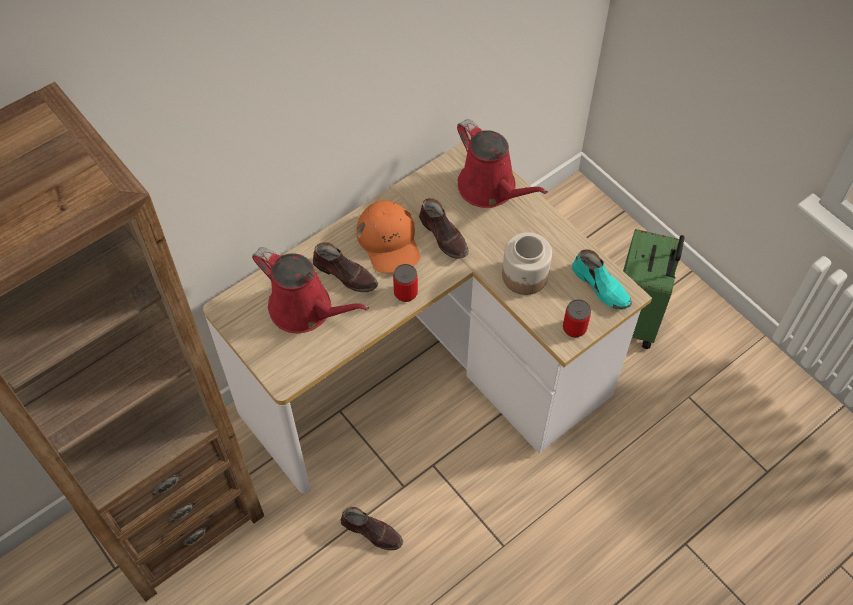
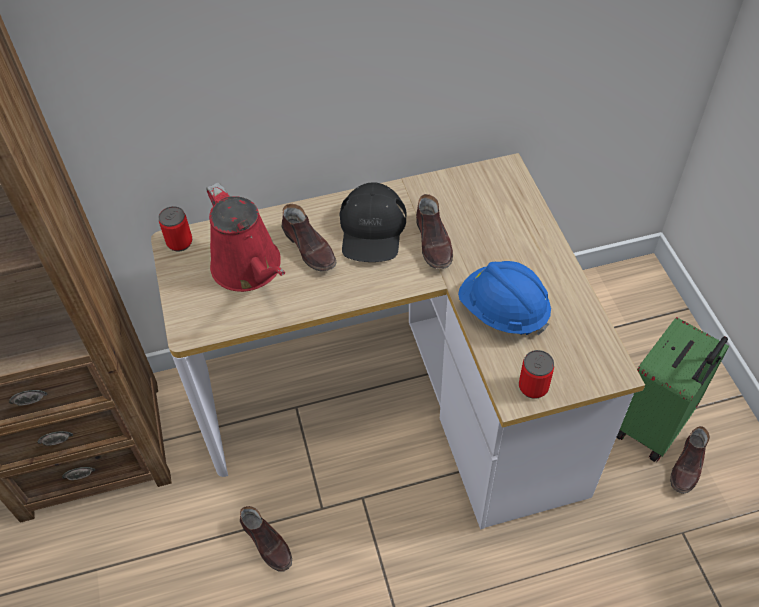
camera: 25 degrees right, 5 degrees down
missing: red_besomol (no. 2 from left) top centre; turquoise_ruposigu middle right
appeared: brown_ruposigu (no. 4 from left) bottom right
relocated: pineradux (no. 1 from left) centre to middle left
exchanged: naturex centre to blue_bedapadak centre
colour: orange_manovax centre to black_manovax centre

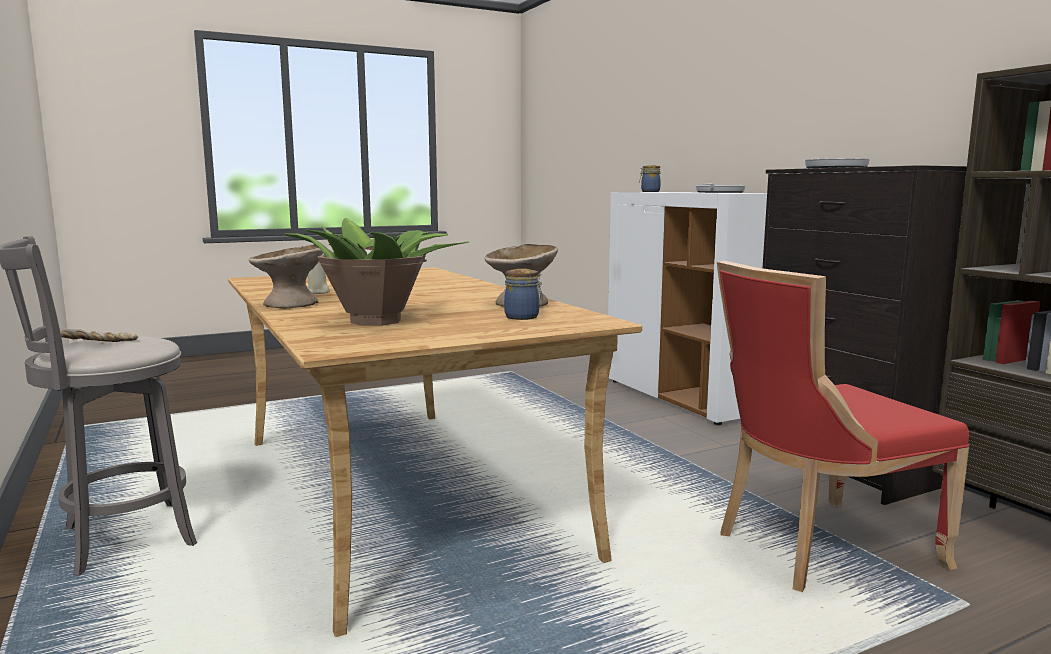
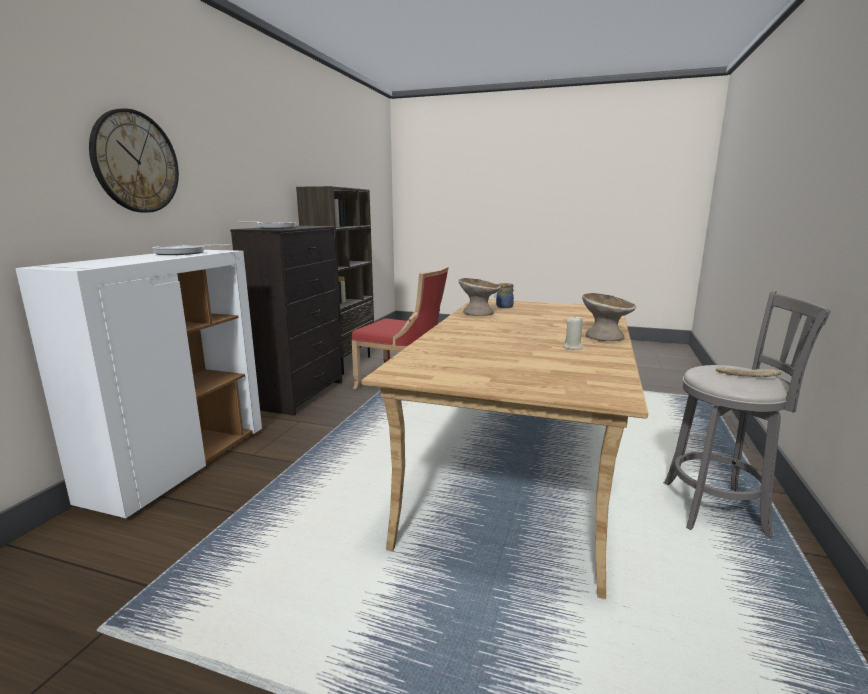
camera: 135 degrees left, 5 degrees up
missing: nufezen centre; naturex (no. 2 from left) top centre
appeared: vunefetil top left

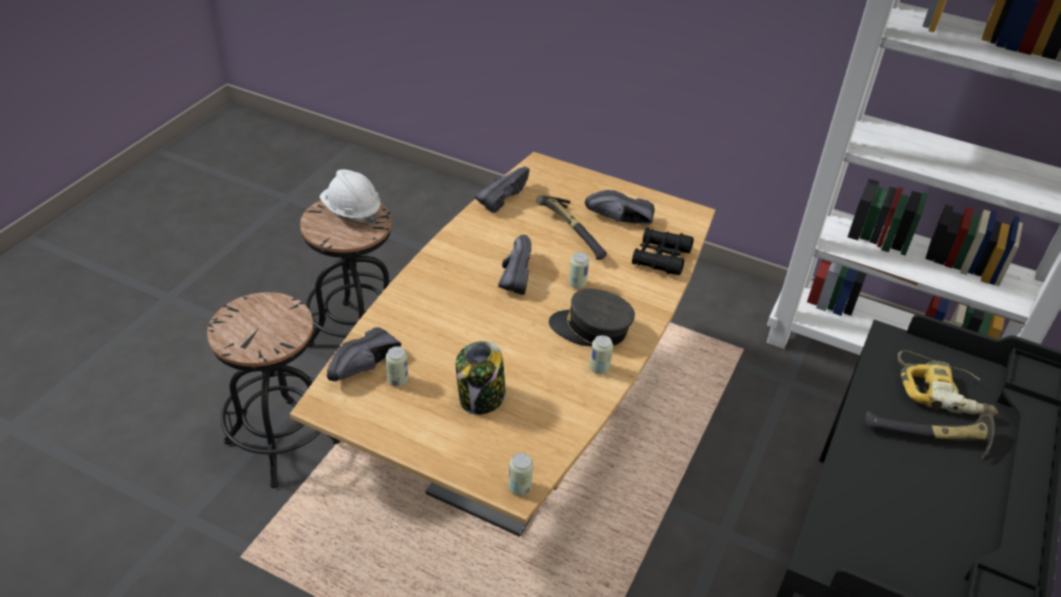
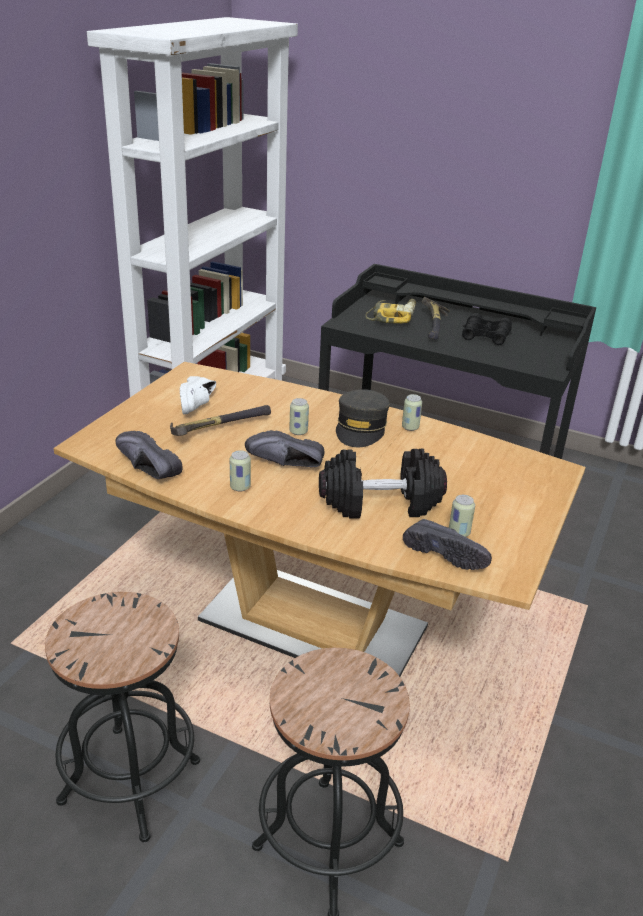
camera: 90 degrees left, 10 degrees down
missing: white_bedapadak top left; naturex centre
appeared: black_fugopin centre
relocated: pineradux (no. 2 from left in the first image) bottom centre to pineradux (no. 1 from left) centre; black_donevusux centre to middle right
colour: black_ruposigu (no. 4 from left) centre to white_ruposigu middle left

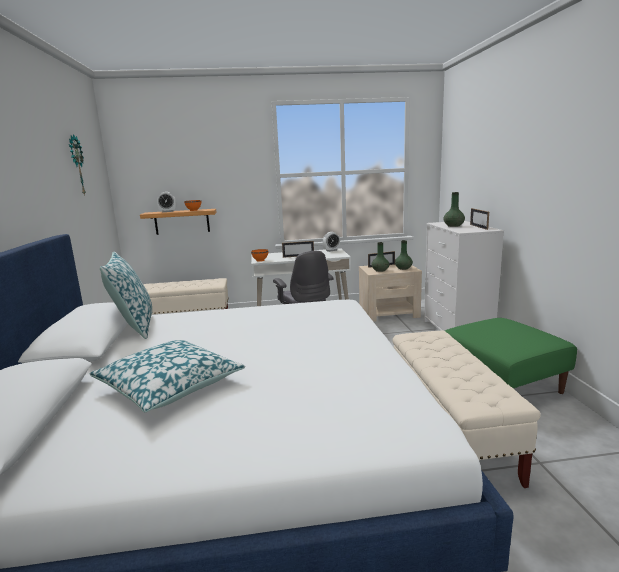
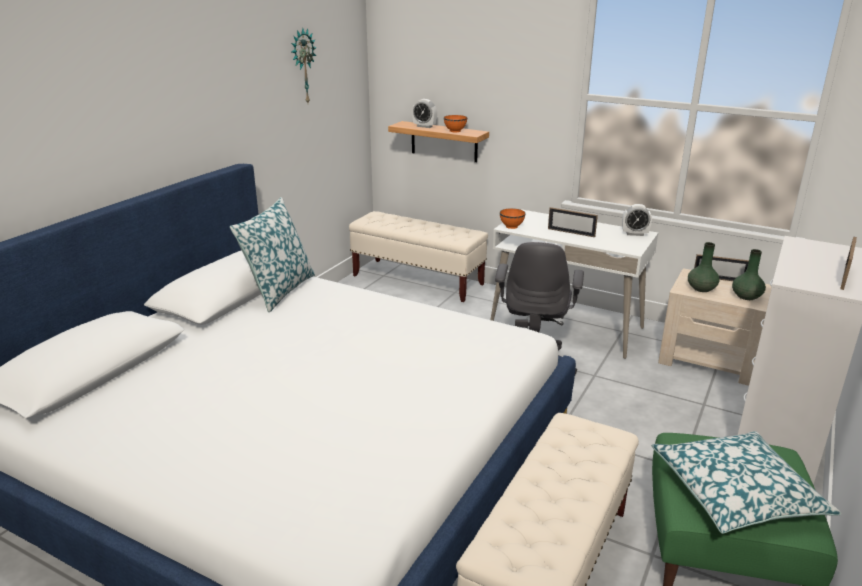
camera: 35 degrees right, 10 degrees up
missing: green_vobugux (no. 3 from left) middle right
relocated: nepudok (no. 2 from left) middle left to bottom right

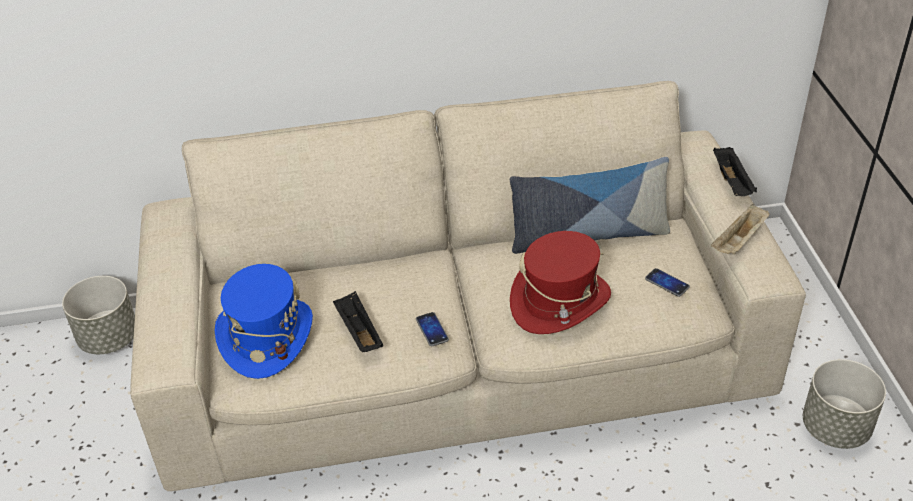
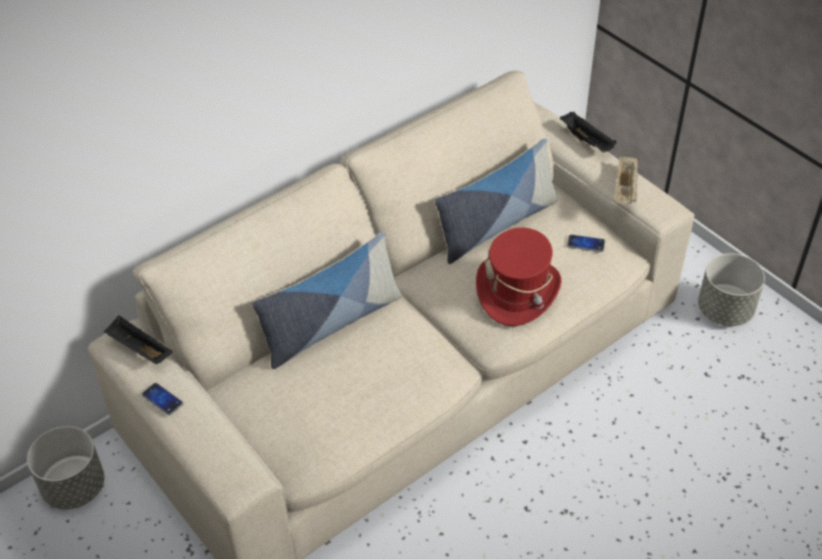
camera: 30 degrees left, 5 degrees up
missing: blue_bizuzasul middle left
appeared: nepudok (no. 1 from left) centre
relocated: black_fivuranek (no. 1 from left) centre to middle left; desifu (no. 1 from left) centre to bottom left

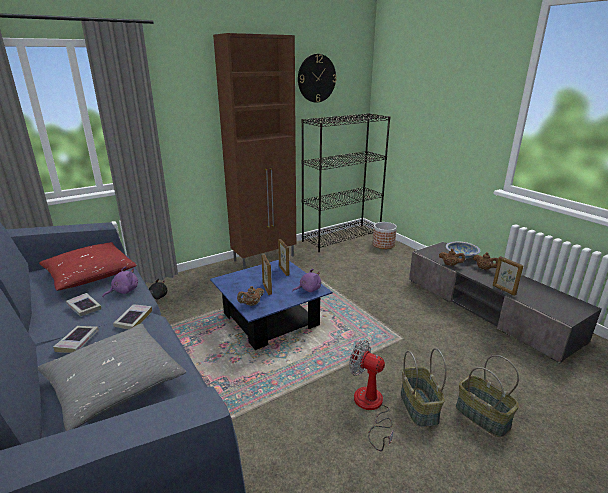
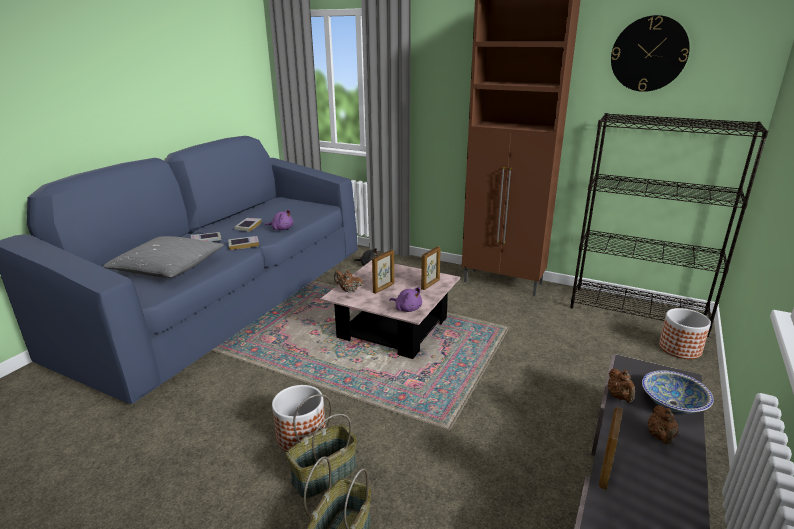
camera: 60 degrees right, 0 degrees up
missing: red_nepudok middle left
exchanged: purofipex bottom centre to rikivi (no. 1 from left) bottom centre
colour: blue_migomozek centre to pink_migomozek centre

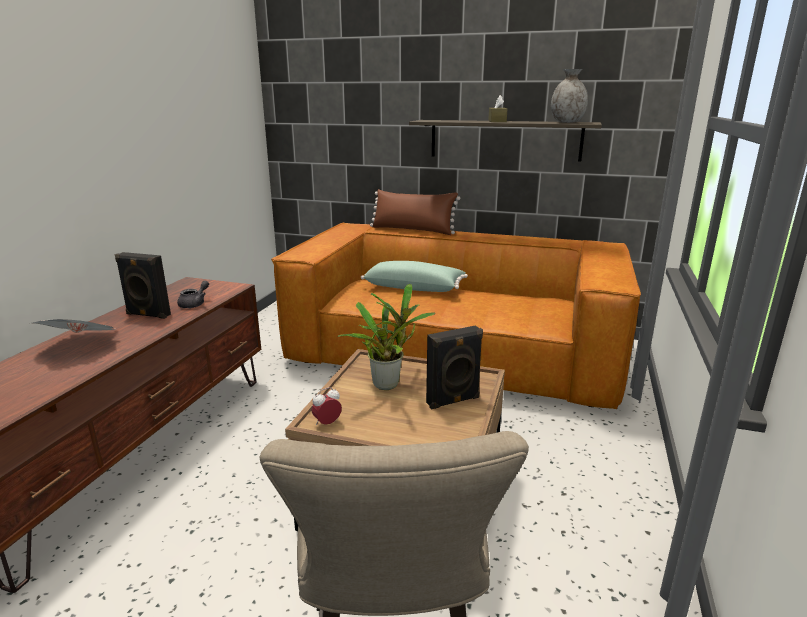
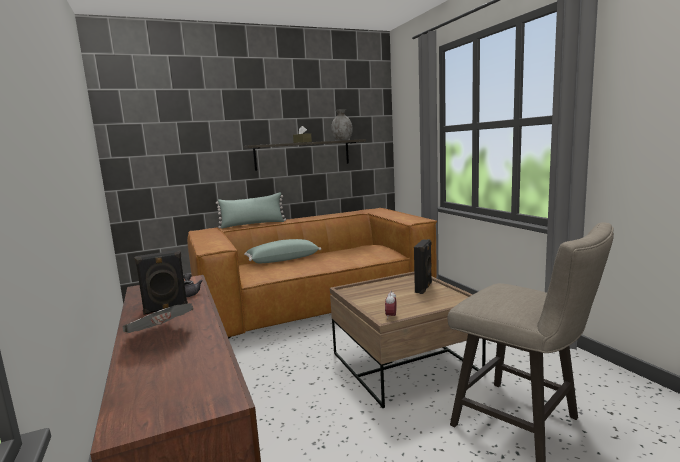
camera: 40 degrees left, 10 degrees down
missing: nufezen centre
colour: brown_nepudok centre to green_nepudok (no. 1 from left) centre

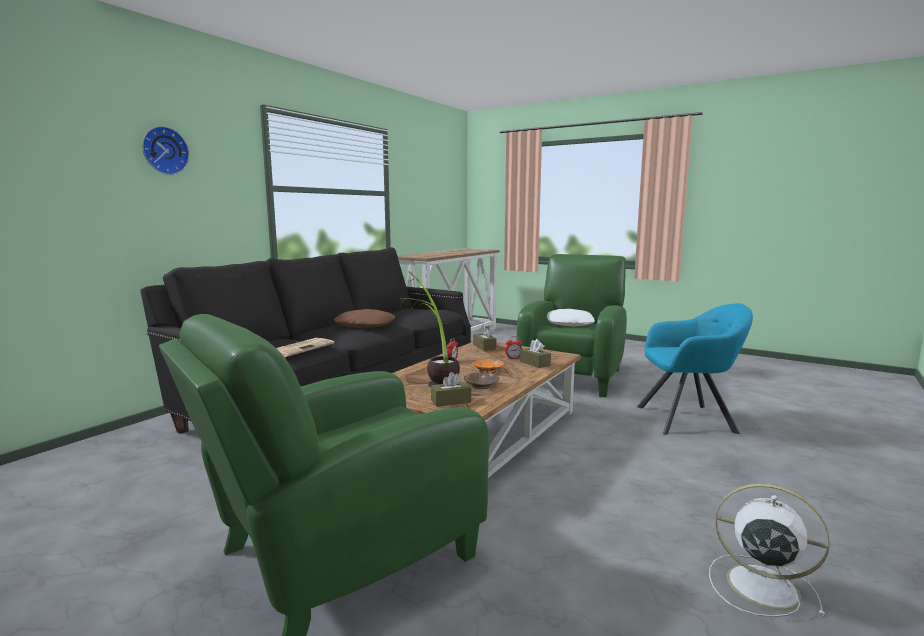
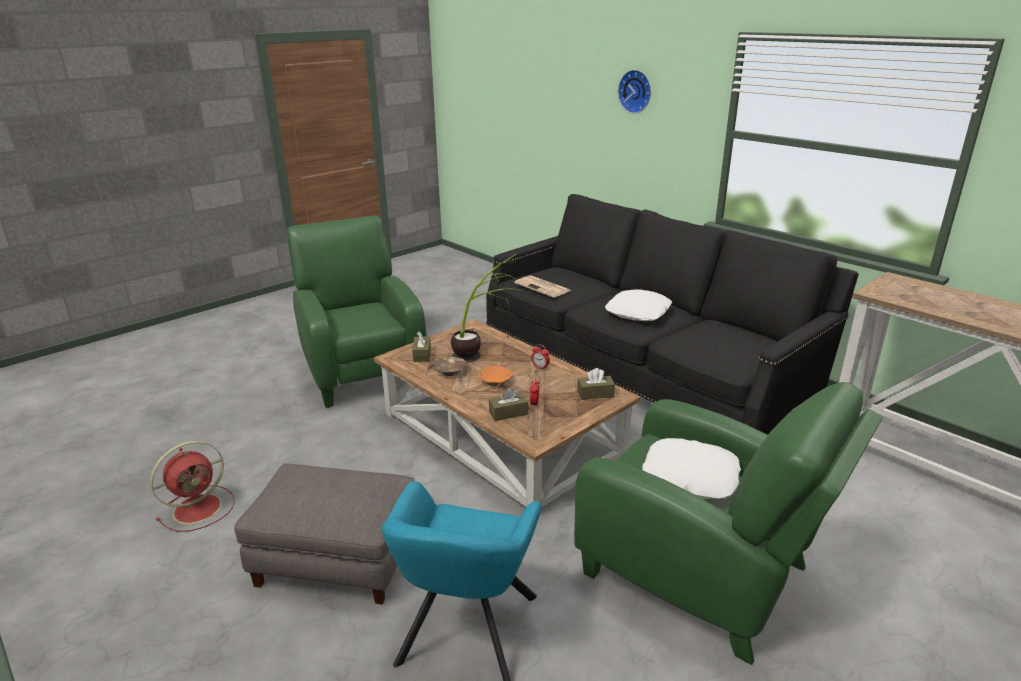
camera: 105 degrees right, 15 degrees up
appeared: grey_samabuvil bottom left
colour: white_purofipex bottom right to red_purofipex bottom left; brown_nepudok centre to white_nepudok (no. 1 from left) centre

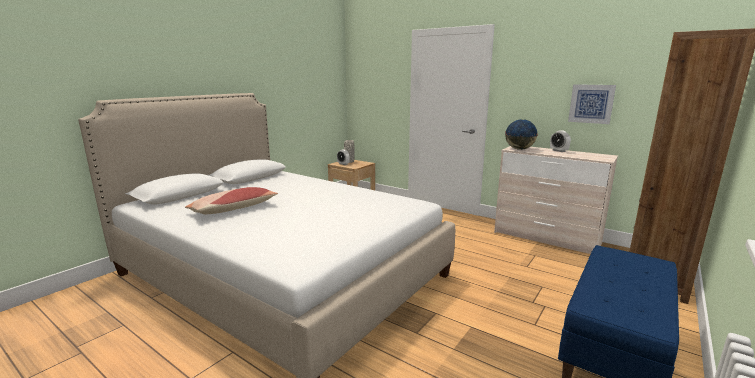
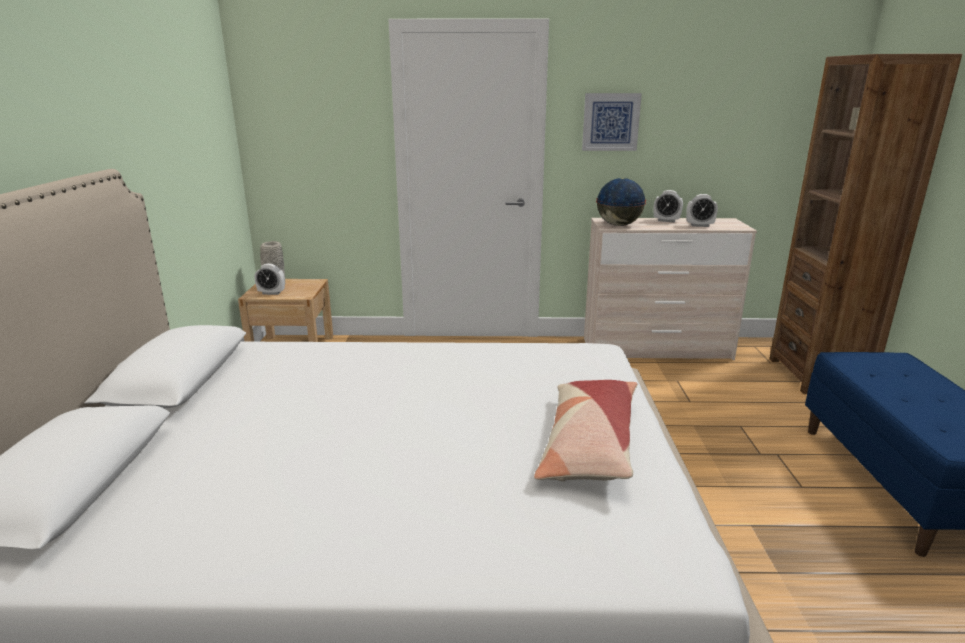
camera: 35 degrees left, 5 degrees up
appeared: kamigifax (no. 3 from left) top right
relocated: nepudok middle left to bottom centre; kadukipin top right to top centre

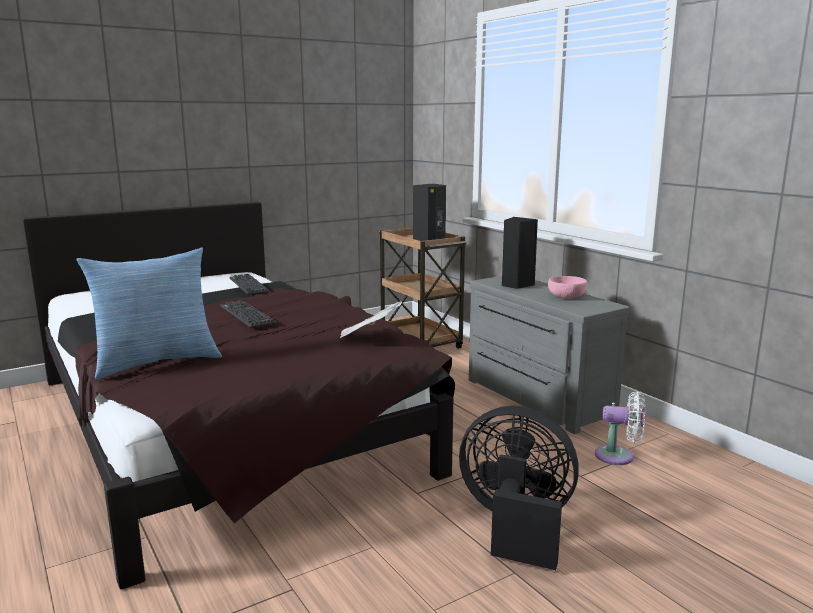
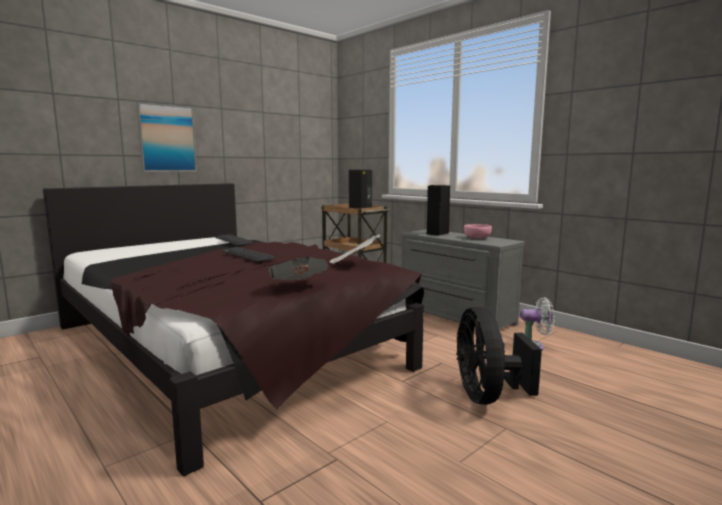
camera: 10 degrees left, 5 degrees down
missing: nepudok middle left
appeared: kadukipin top left; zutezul (no. 1 from left) centre
spun: black_purofipex bottom centre = bottom right 105 degrees counterclockwise

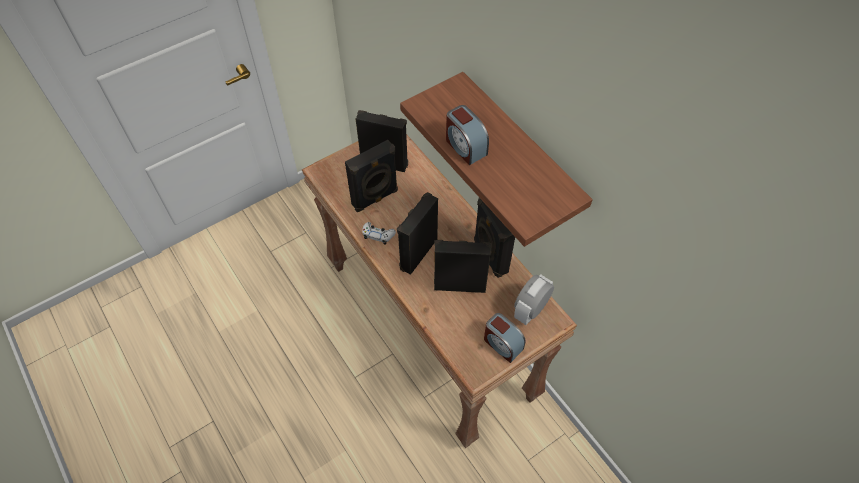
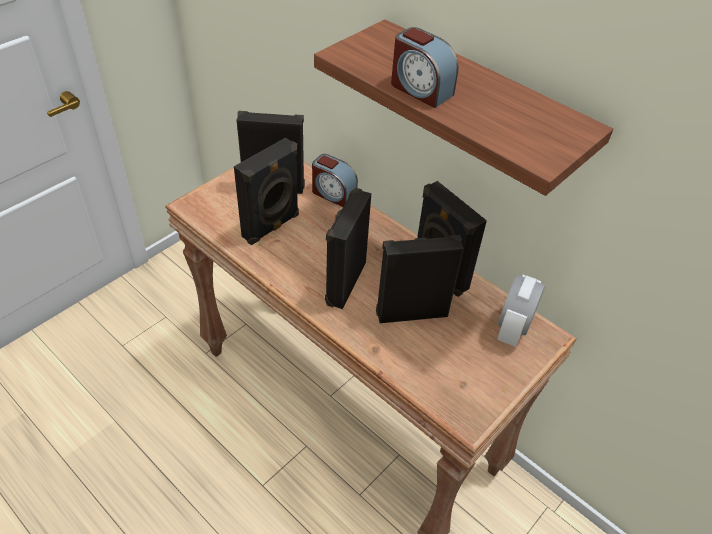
camera: 15 degrees left, 10 degrees down
missing: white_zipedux centre
relocated: kamigifax (no. 2 from left in the first image) bottom centre to kamigifax (no. 1 from left) centre

